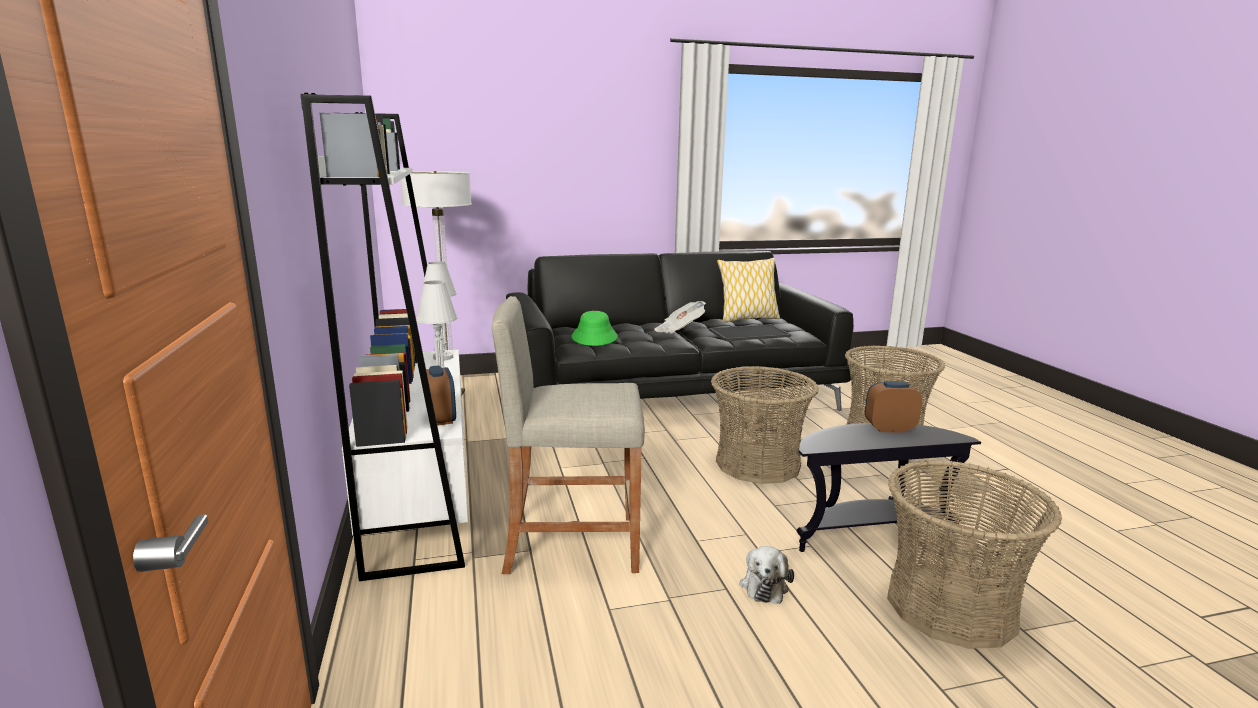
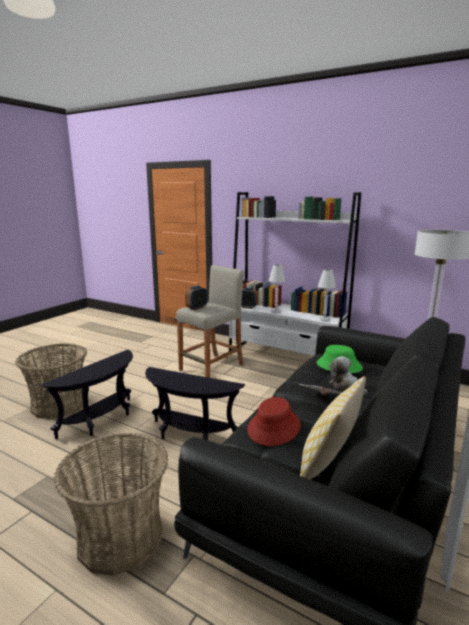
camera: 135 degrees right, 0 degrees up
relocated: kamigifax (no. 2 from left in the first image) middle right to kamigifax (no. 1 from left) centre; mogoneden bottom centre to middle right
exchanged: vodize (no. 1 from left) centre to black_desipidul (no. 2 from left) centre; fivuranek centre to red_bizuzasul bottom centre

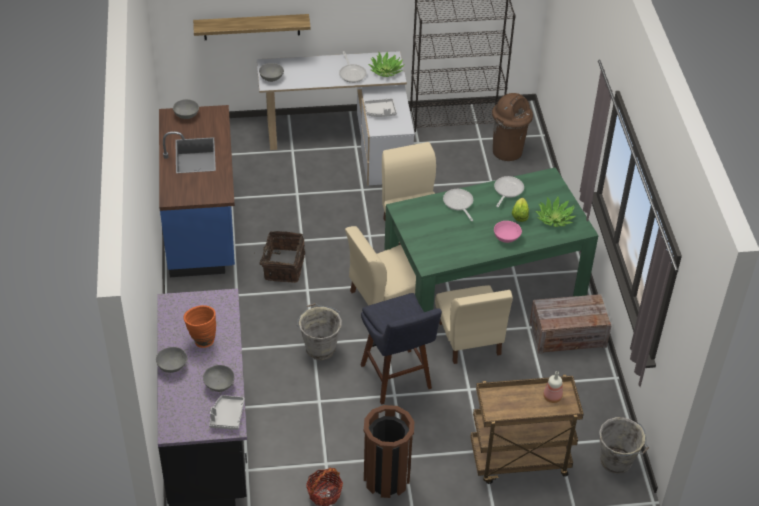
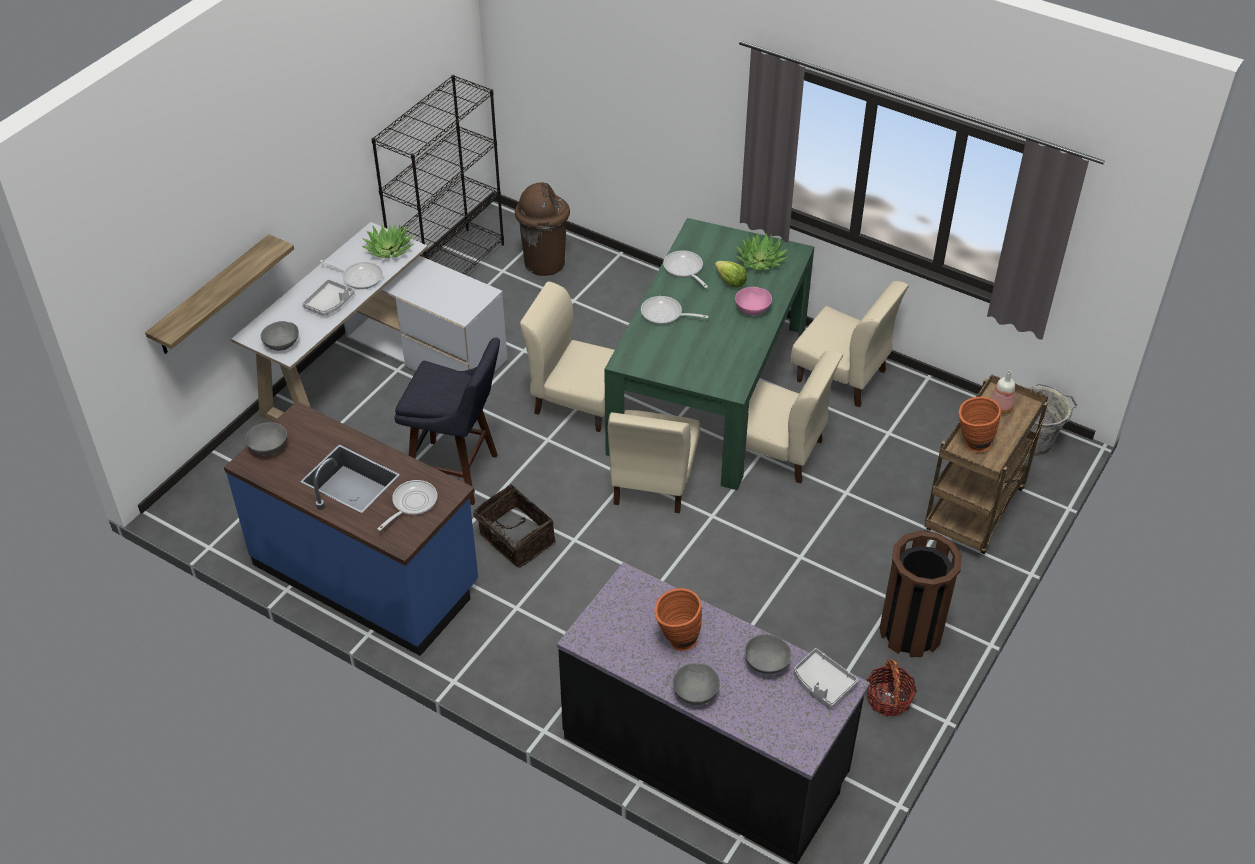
camera: 50 degrees left, 0 degrees up
missing: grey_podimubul (no. 1 from left) centre
appeared: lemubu (no. 2 from left) middle left; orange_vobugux (no. 2 from left) middle right
relocated: grey_fivuranek (no. 2 from left in the first image) top centre to grey_fivuranek (no. 1 from left) middle left; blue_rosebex bottom centre to centre
exchanged: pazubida middle right to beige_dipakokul (no. 4 from left) middle right

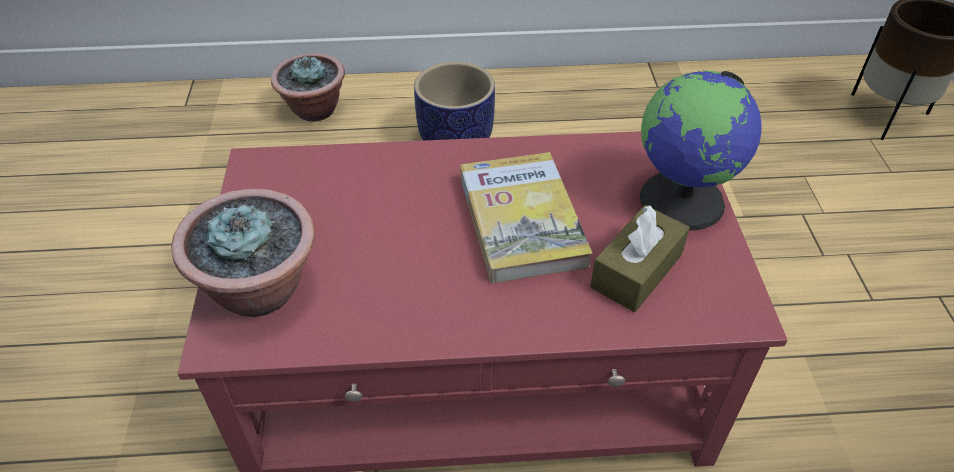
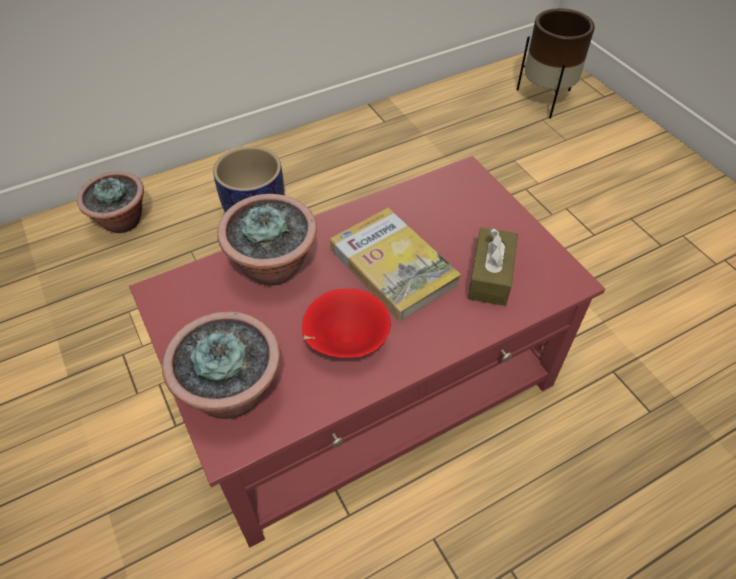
camera: 25 degrees left, 5 degrees up
missing: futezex top right
appeared: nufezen (no. 3 from left) centre; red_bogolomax centre

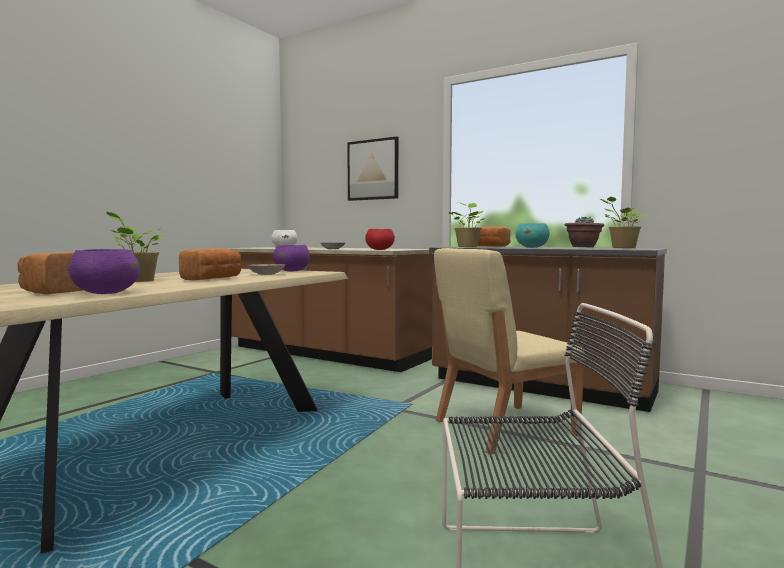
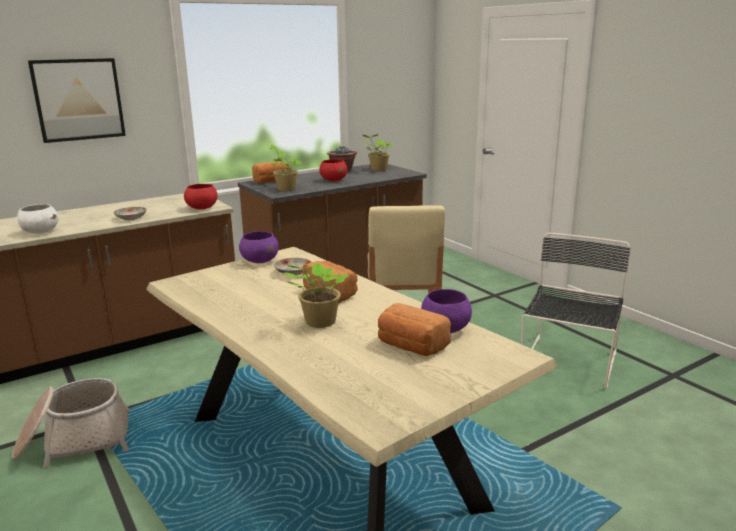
camera: 65 degrees left, 15 degrees up
appeared: vodize bottom left
colour: turquoise_bogolomax middle right to red_bogolomax (no. 2 from left) top centre

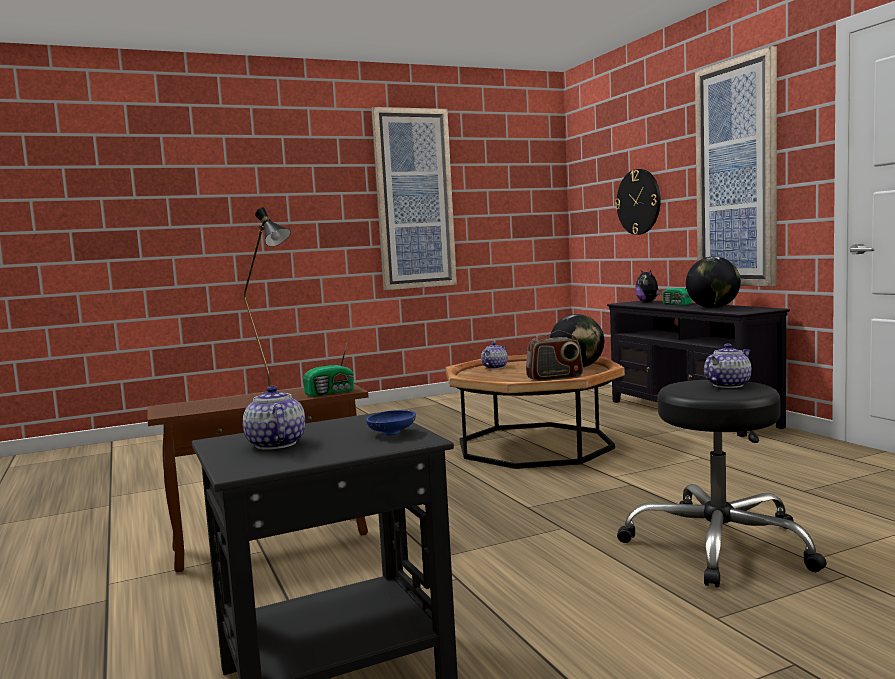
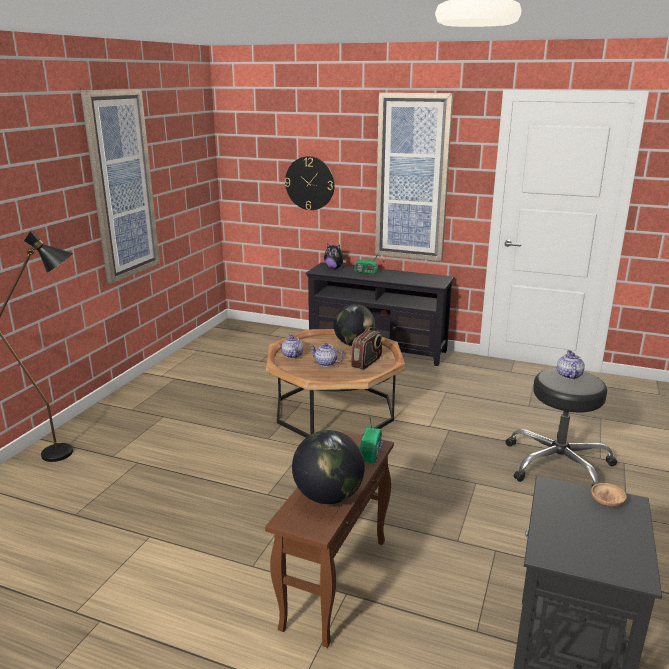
camera: 45 degrees left, 15 degrees up
relocated: futezex (no. 2 from left in the first image) middle right to futezex (no. 1 from left) bottom centre; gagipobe (no. 1 from left in the first image) middle left to gagipobe (no. 2 from left) centre
colour: blue_bogolomax centre to brown_bogolomax bottom right

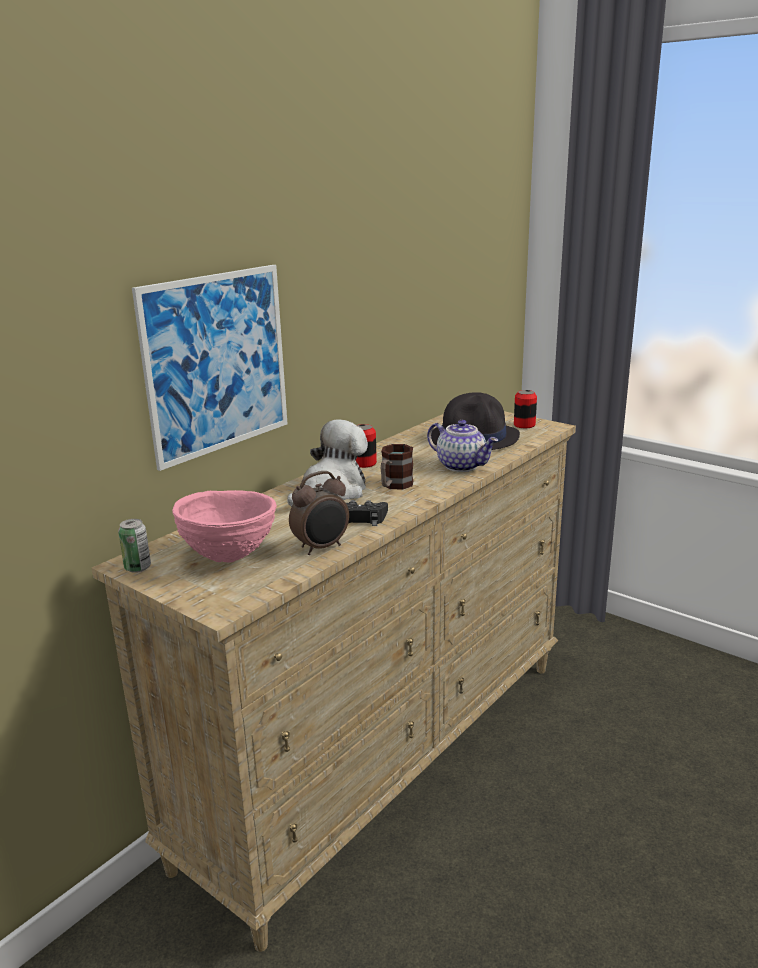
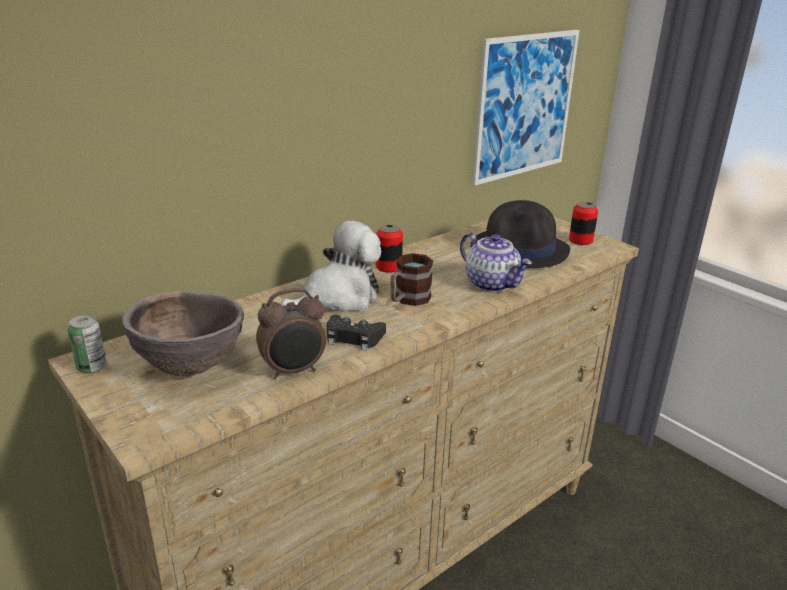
camera: 10 degrees right, 5 degrees up
relocated: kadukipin middle left to top right
colour: pink_bogolomax middle left to brown_bogolomax middle left

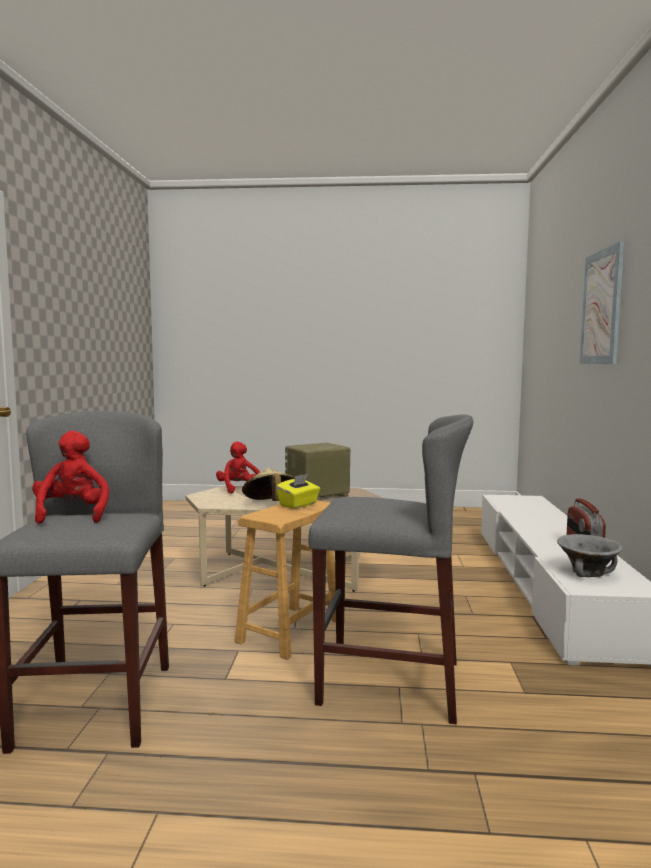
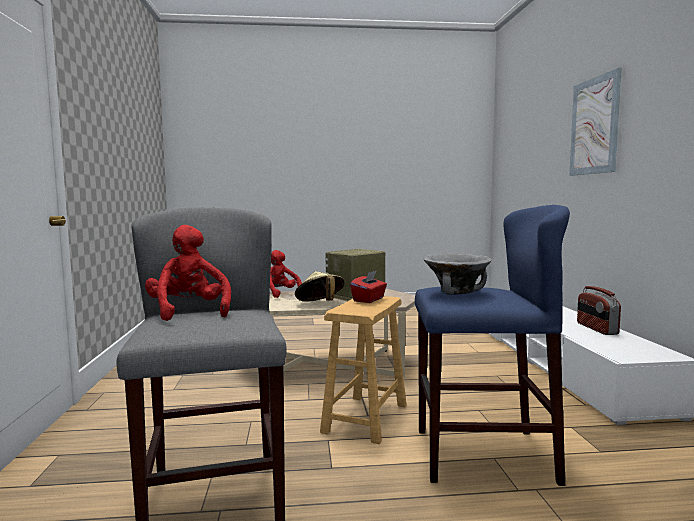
camera: 10 degrees left, 0 degrees up
relocated: grey_bogolomax middle right to centre
colour: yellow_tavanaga centre to red_tavanaga centre; grey_rosebex (no. 2 from left) centre to blue_rosebex middle right

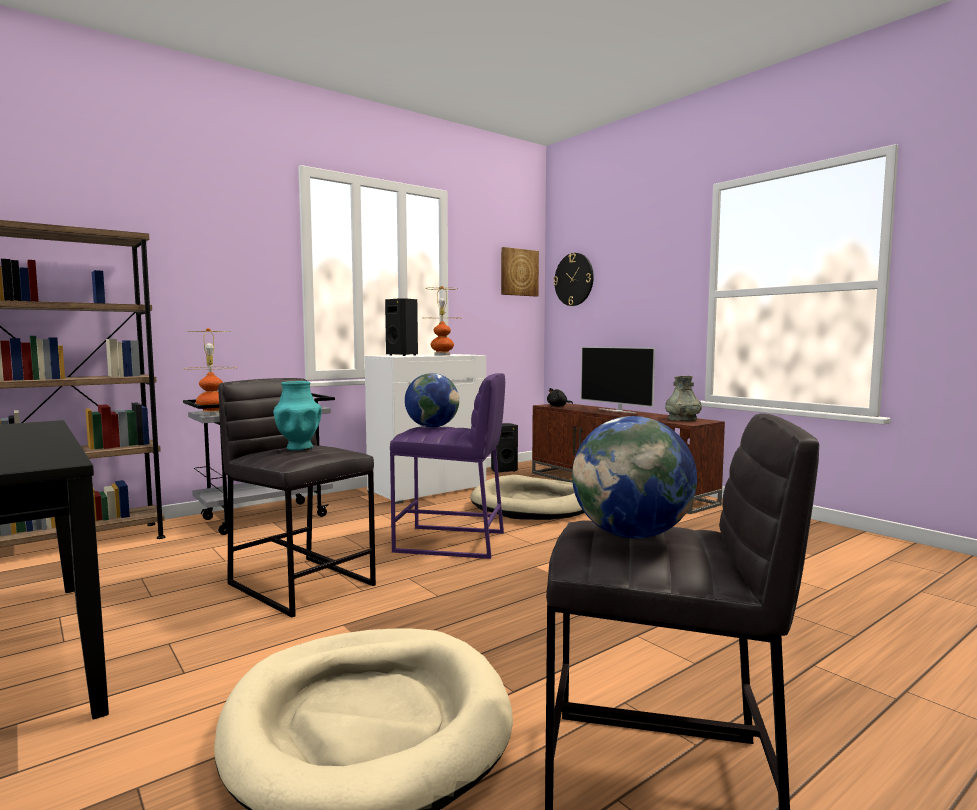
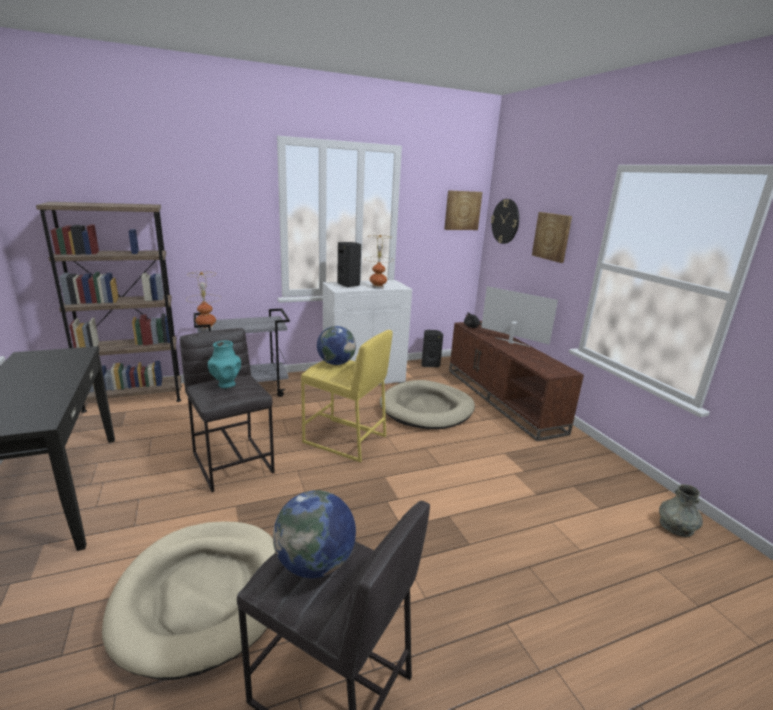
camera: 15 degrees right, 15 degrees up
appeared: kadukipin (no. 2 from left) middle right
relocated: grey_vobugux middle right to bottom right
colour: purple_rosebex centre to yellow_rosebex centre
spun: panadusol centre = middle right 150 degrees clockwise

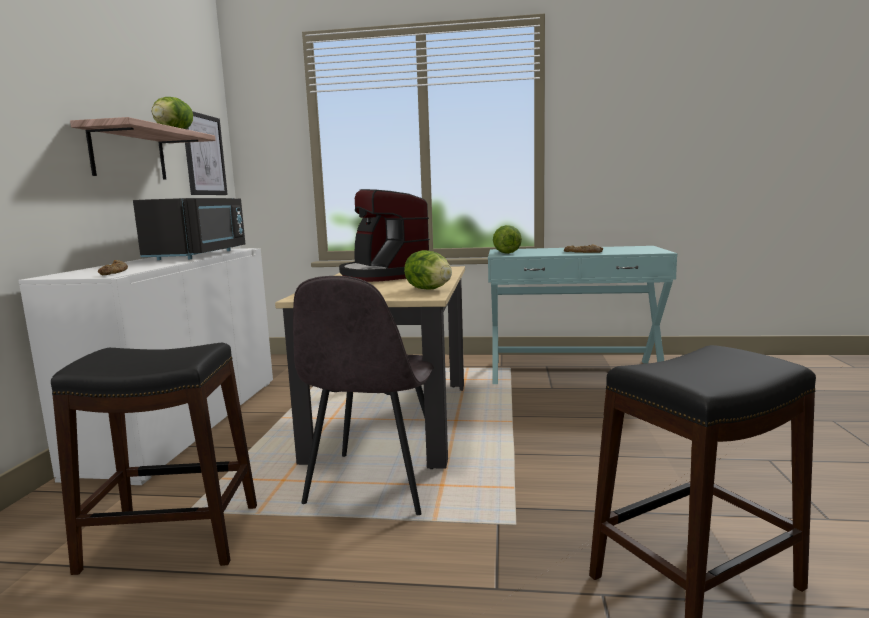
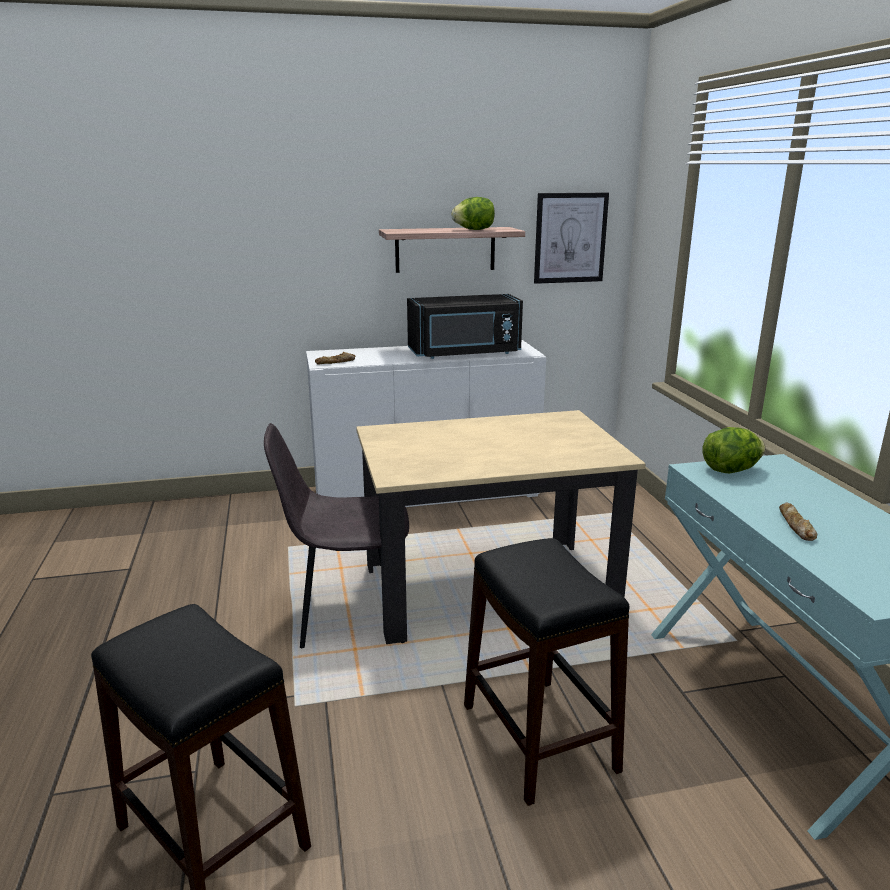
camera: 70 degrees right, 10 degrees up
missing: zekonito centre; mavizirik (no. 2 from left) centre
relocated: black_rosebex (no. 1 from left in the first image) bottom left to black_rosebex (no. 2 from left) bottom centre

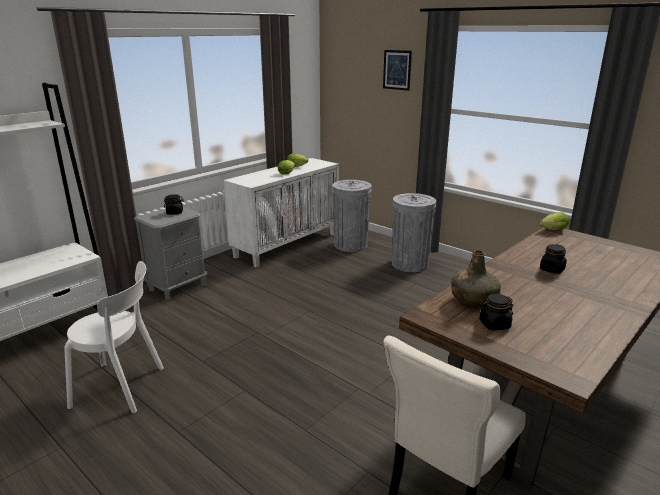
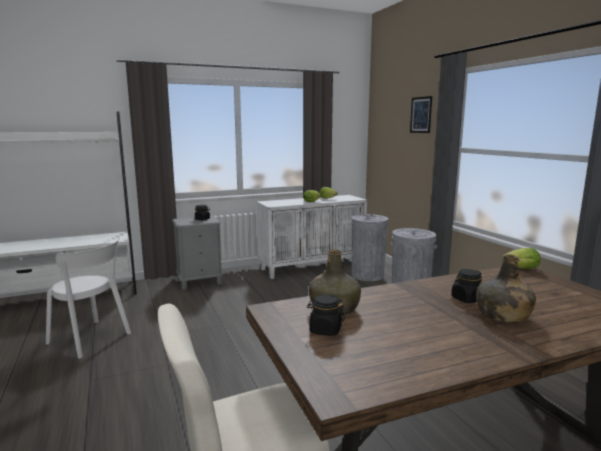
camera: 25 degrees right, 10 degrees down
appeared: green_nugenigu (no. 2 from left) middle right

